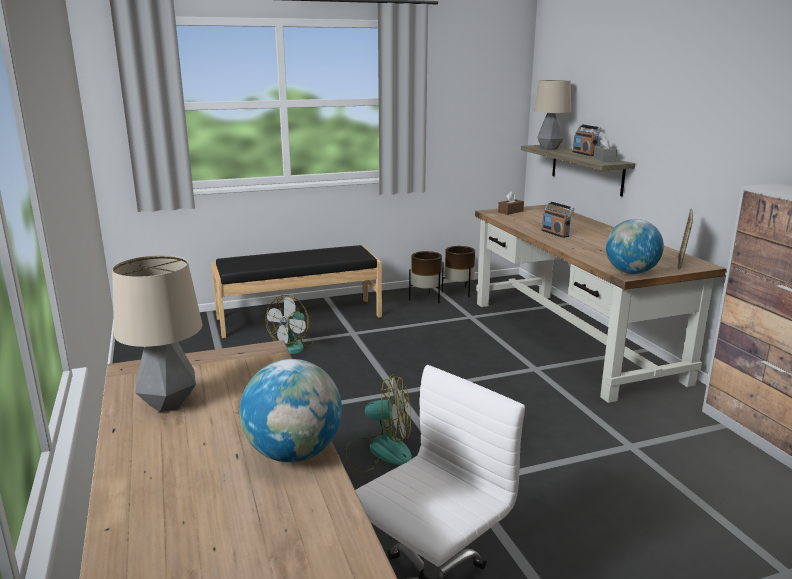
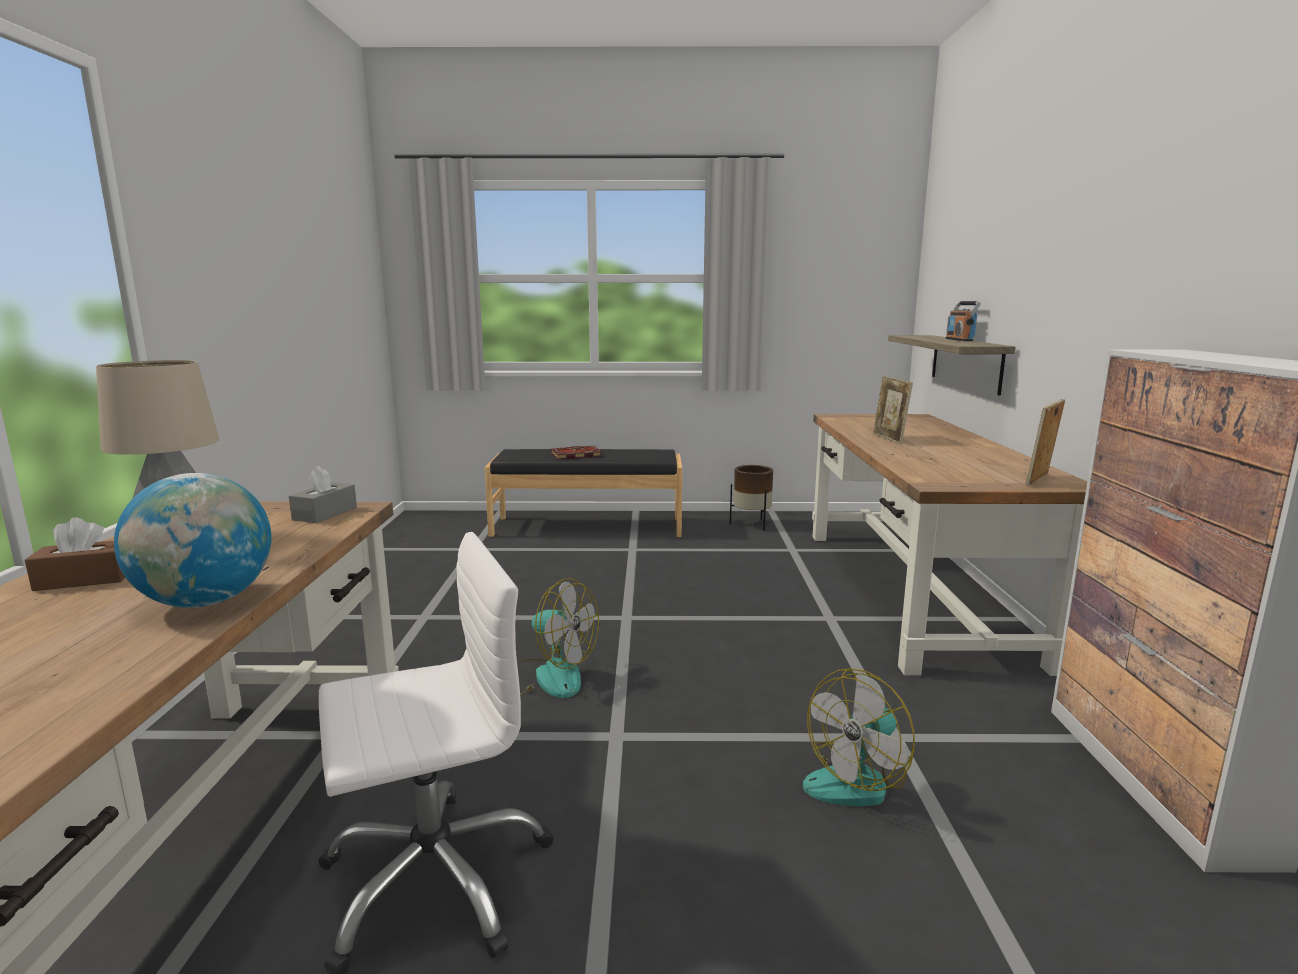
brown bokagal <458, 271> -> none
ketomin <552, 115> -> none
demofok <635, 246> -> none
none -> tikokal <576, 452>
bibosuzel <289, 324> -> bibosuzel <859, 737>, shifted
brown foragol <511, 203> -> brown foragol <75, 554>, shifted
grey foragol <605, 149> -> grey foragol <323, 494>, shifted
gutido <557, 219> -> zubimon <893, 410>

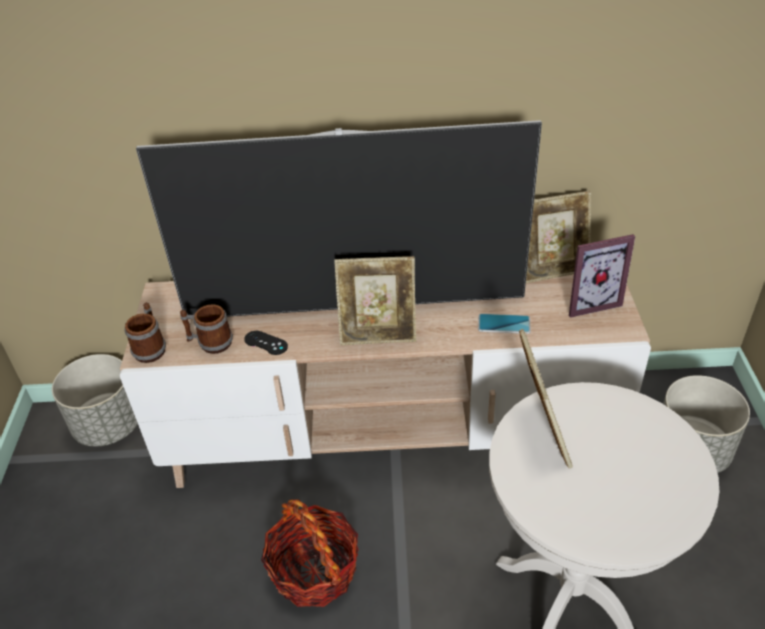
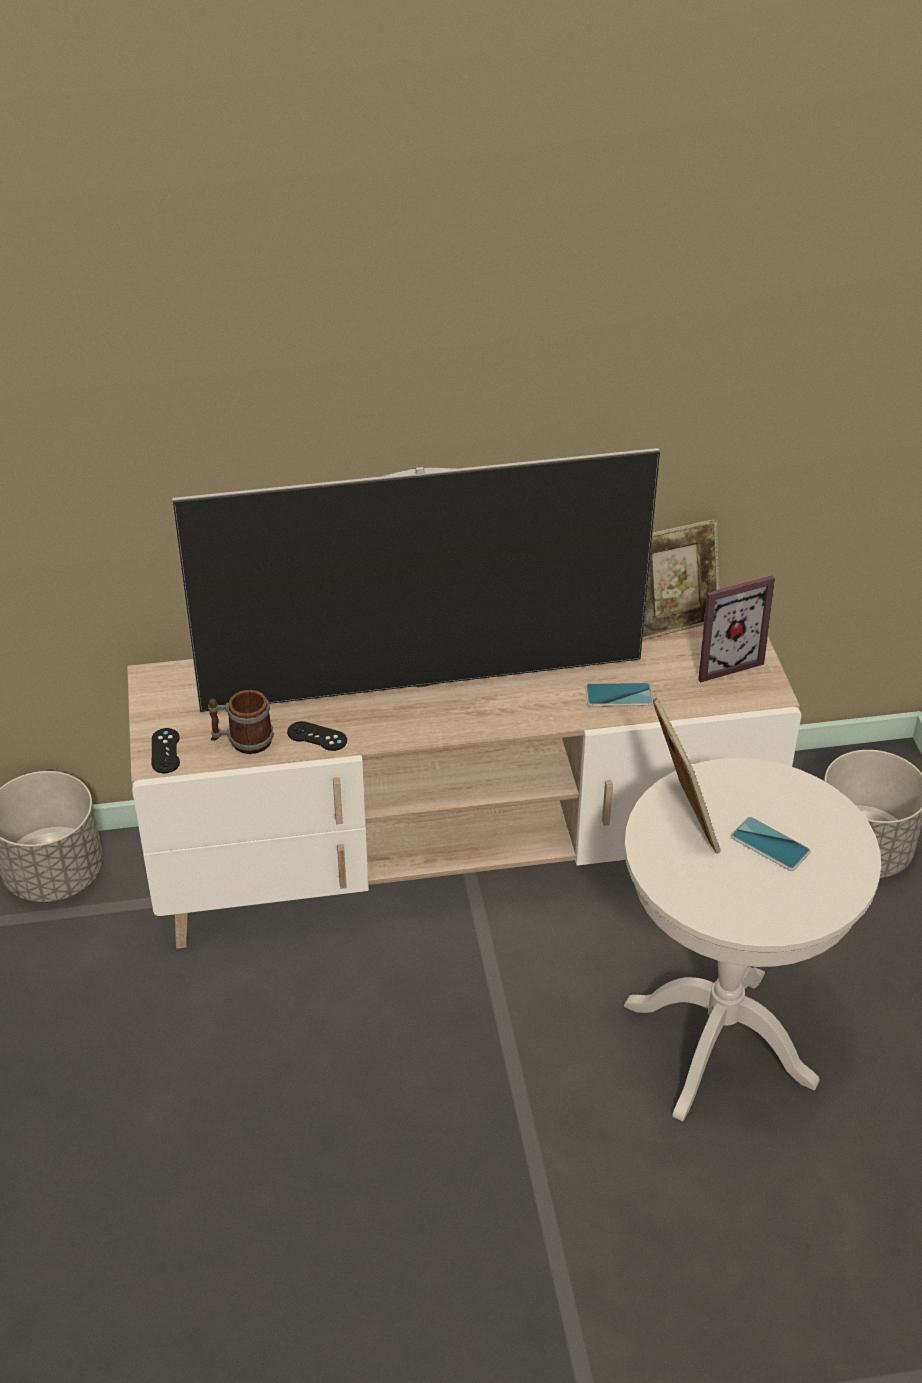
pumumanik <310, 553> -> none
zubimon <375, 300> -> none
none -> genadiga <771, 844>
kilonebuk <145, 332> -> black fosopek <166, 750>

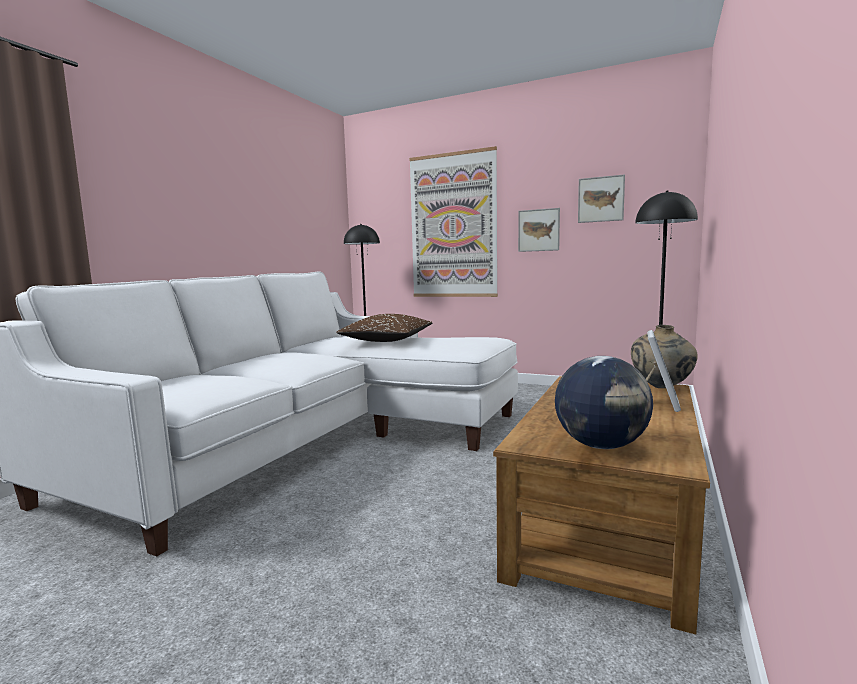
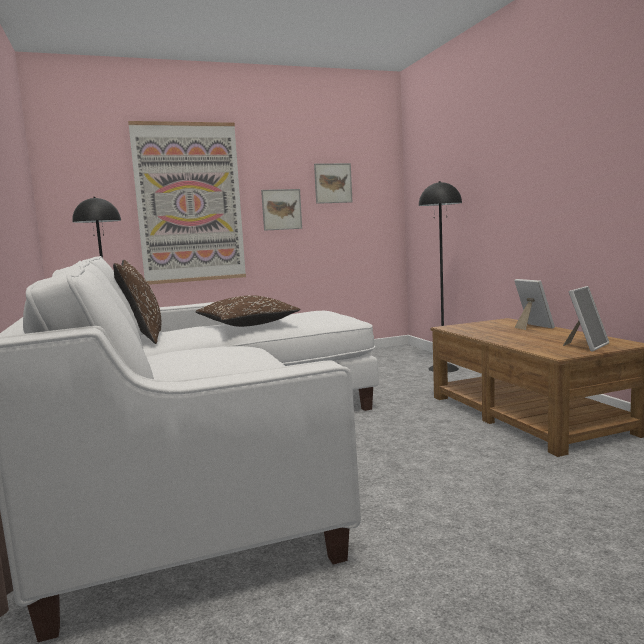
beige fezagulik <664, 356> -> none
none -> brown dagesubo <137, 302>
demofok <604, 402> -> zubimon <586, 319>

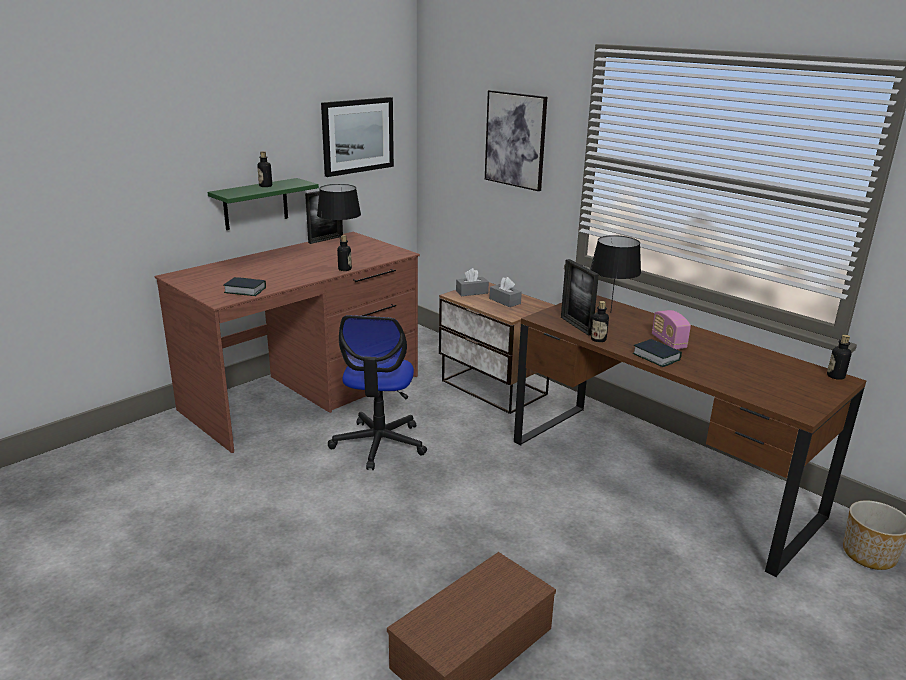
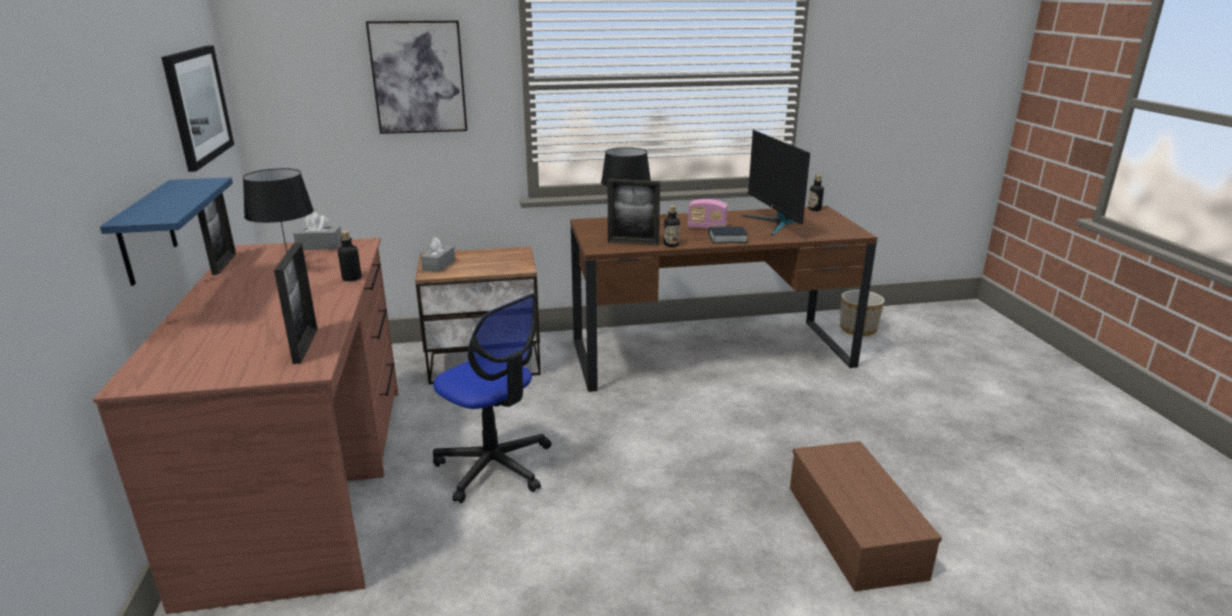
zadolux <264, 169> -> none
none -> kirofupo <776, 182>
grey foragol <505, 292> -> grey foragol <317, 231>, shifted
tikokal <245, 286> -> zubimon <295, 303>
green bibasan <263, 204> -> blue bibasan <166, 231>

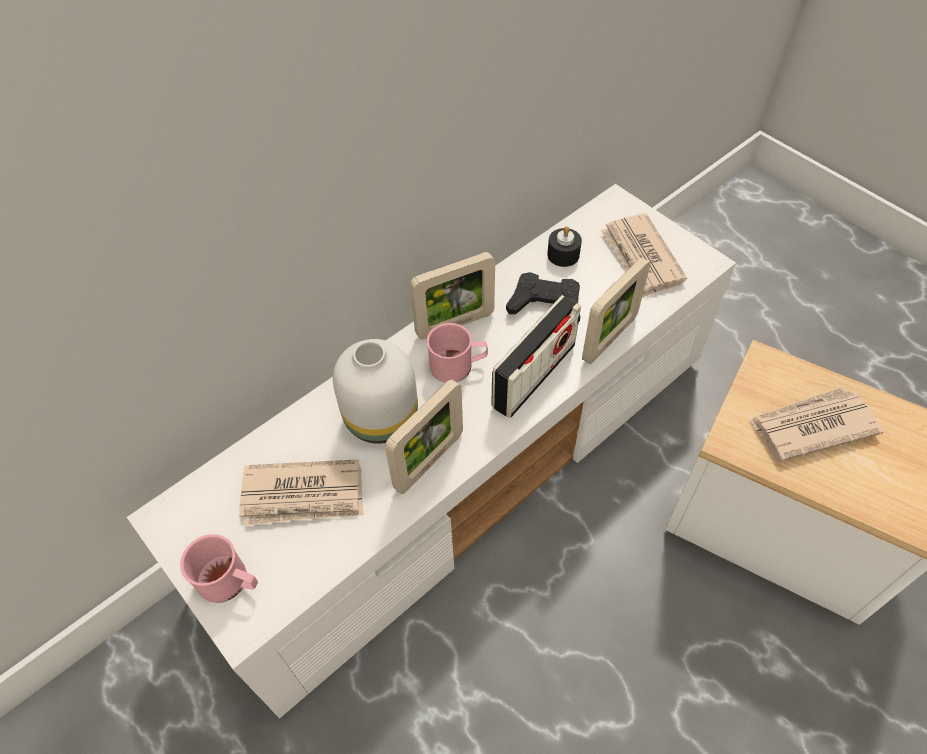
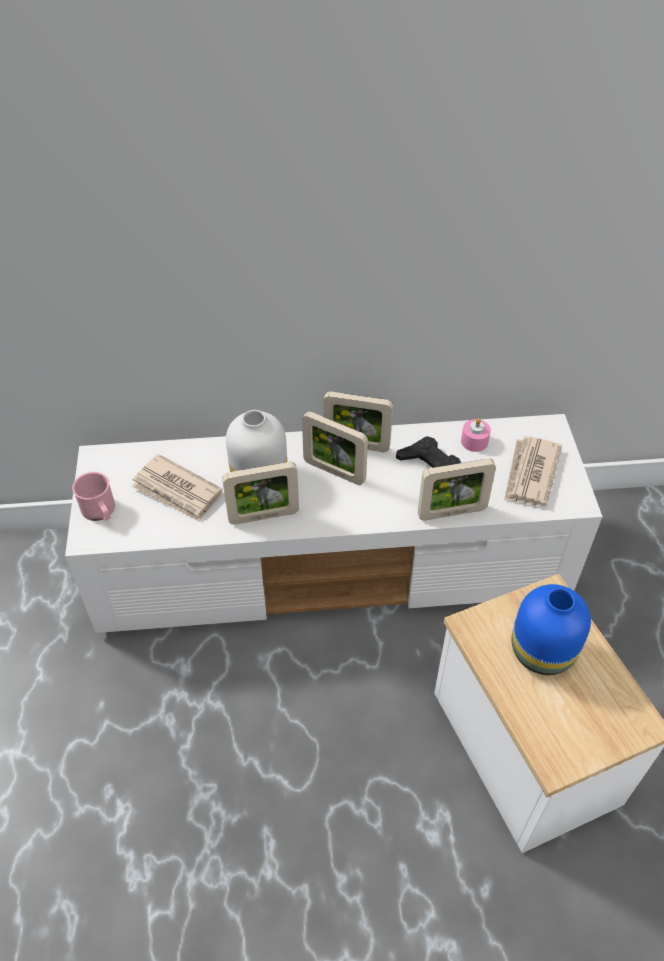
gutido <536, 356> -> none
pink kilonebuk <457, 353> -> zubimon <335, 448>
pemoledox <816, 424> -> blue fezagulik <551, 629>
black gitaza <564, 246> -> pink gitaza <476, 435>

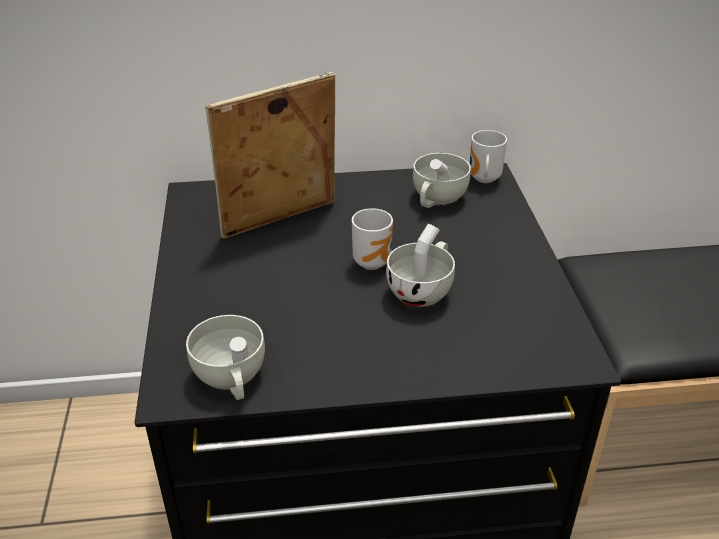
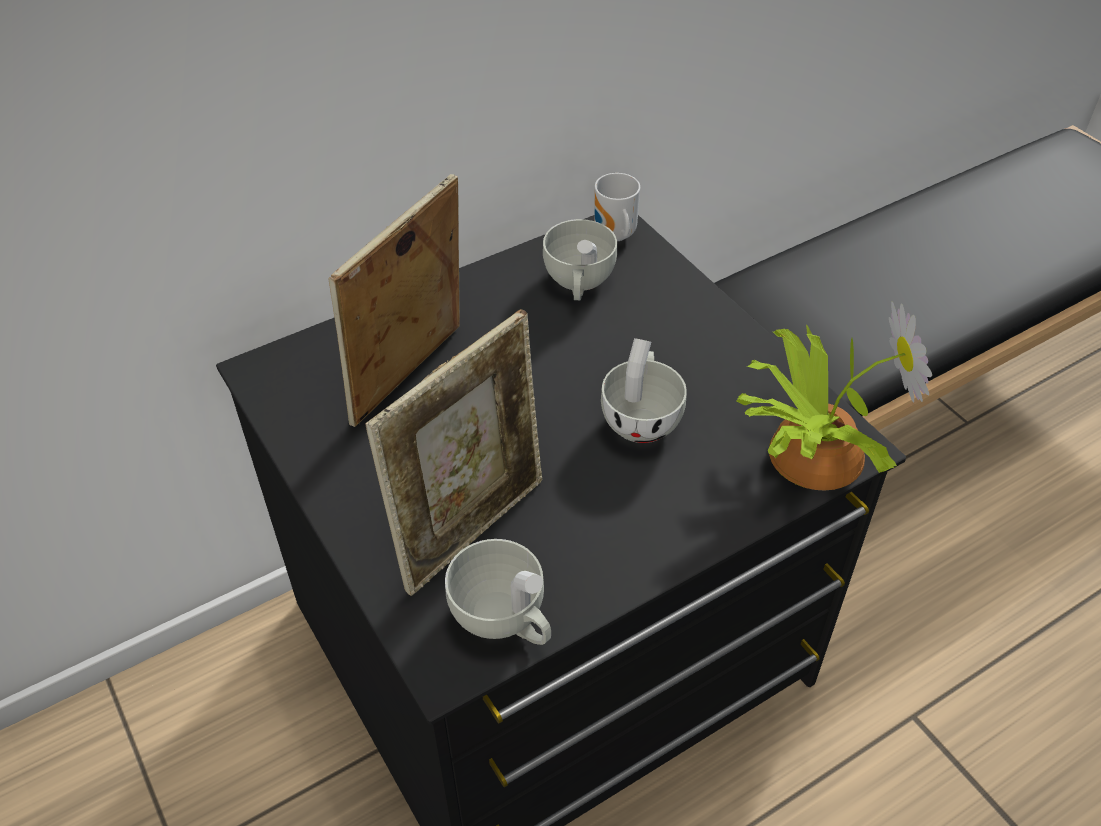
kilonebuk <372, 239> -> none
none -> zubimon <453, 452>
none -> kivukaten <834, 396>

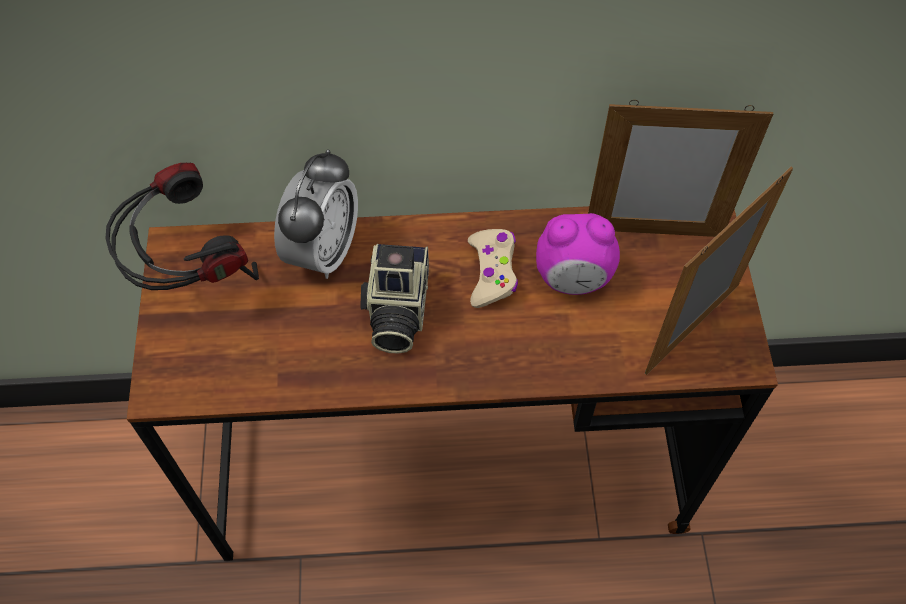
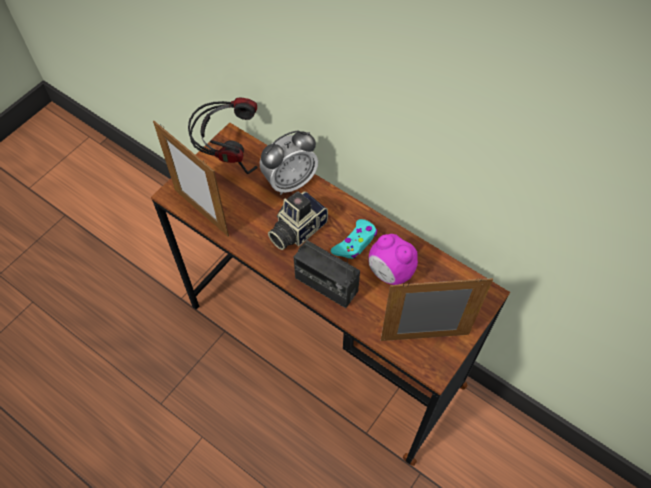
none -> gutido <327, 274>
zubimon <680, 168> -> zubimon <191, 179>, shifted
beige fosopek <493, 268> -> turquoise fosopek <354, 239>

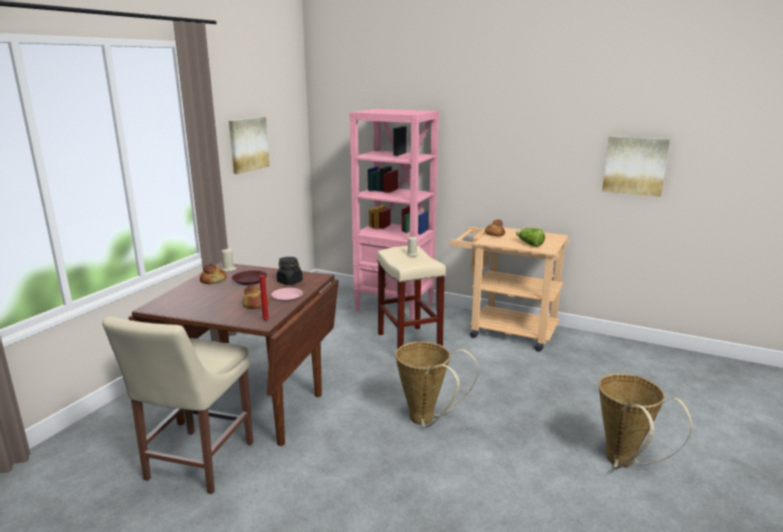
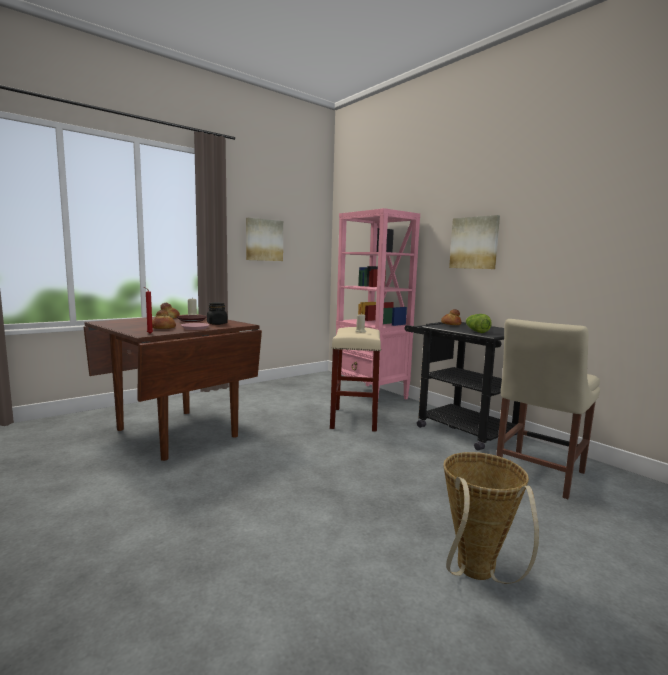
pumumanik <437, 384> -> none
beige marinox <177, 405> -> beige marinox <548, 409>, shifted
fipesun <636, 166> -> fipesun <474, 242>, shifted
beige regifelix <509, 289> -> black regifelix <462, 386>

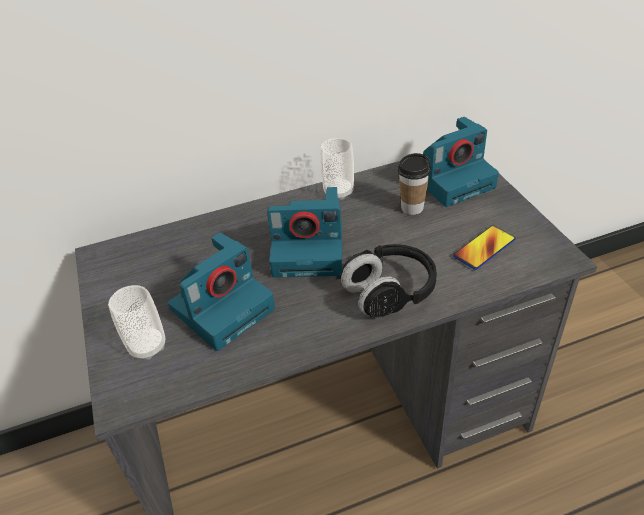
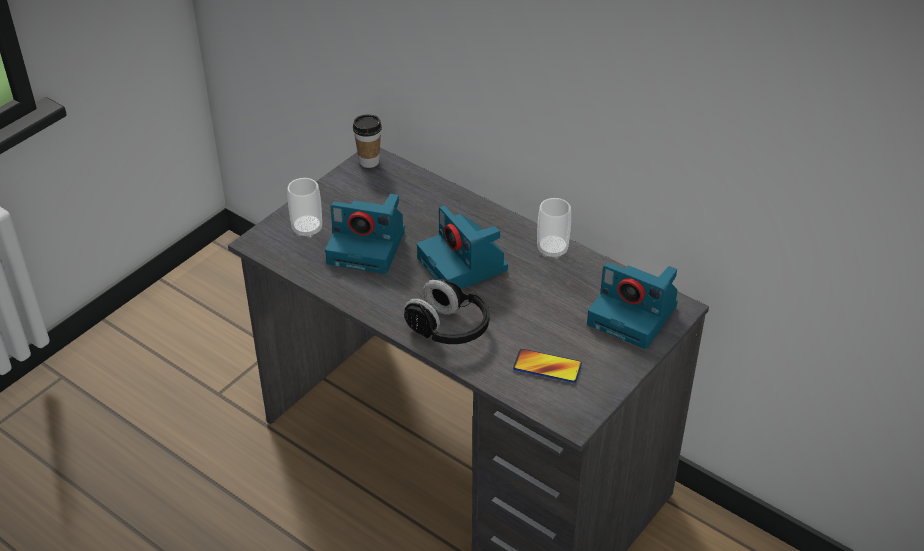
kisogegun <414, 184> -> kisogegun <367, 141>, shifted

